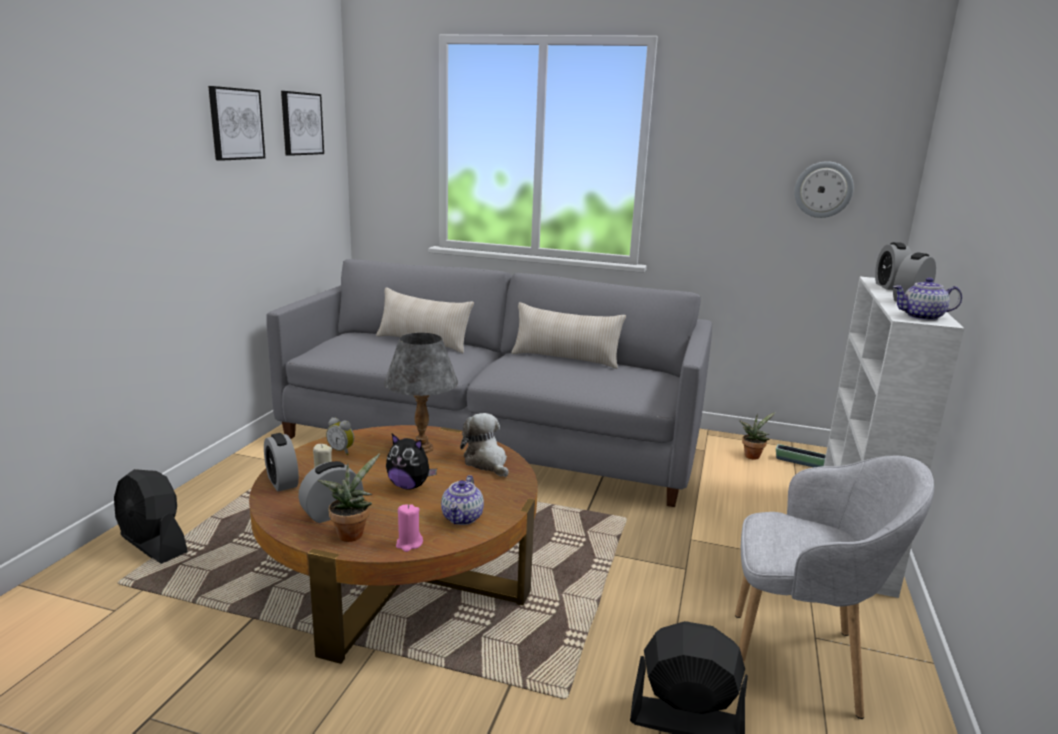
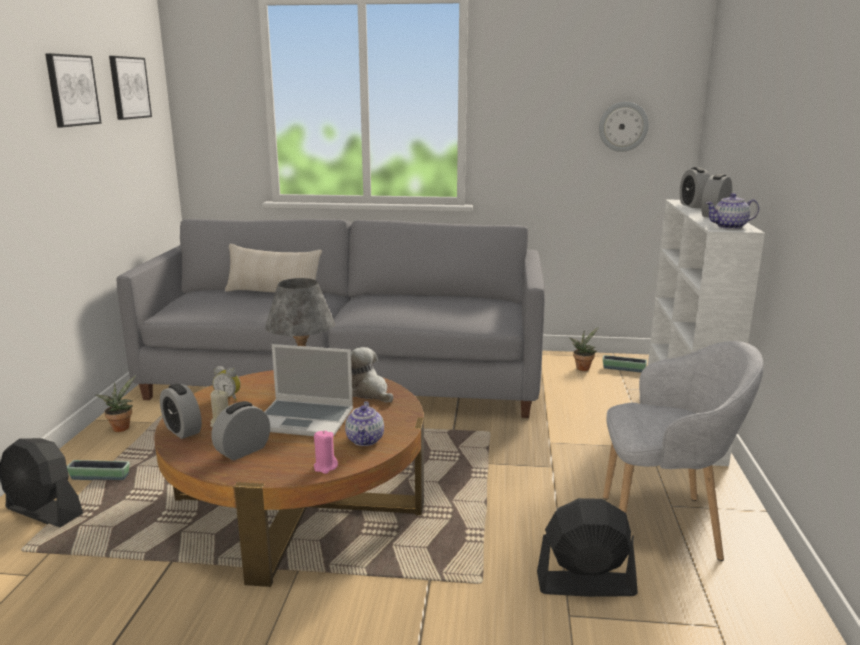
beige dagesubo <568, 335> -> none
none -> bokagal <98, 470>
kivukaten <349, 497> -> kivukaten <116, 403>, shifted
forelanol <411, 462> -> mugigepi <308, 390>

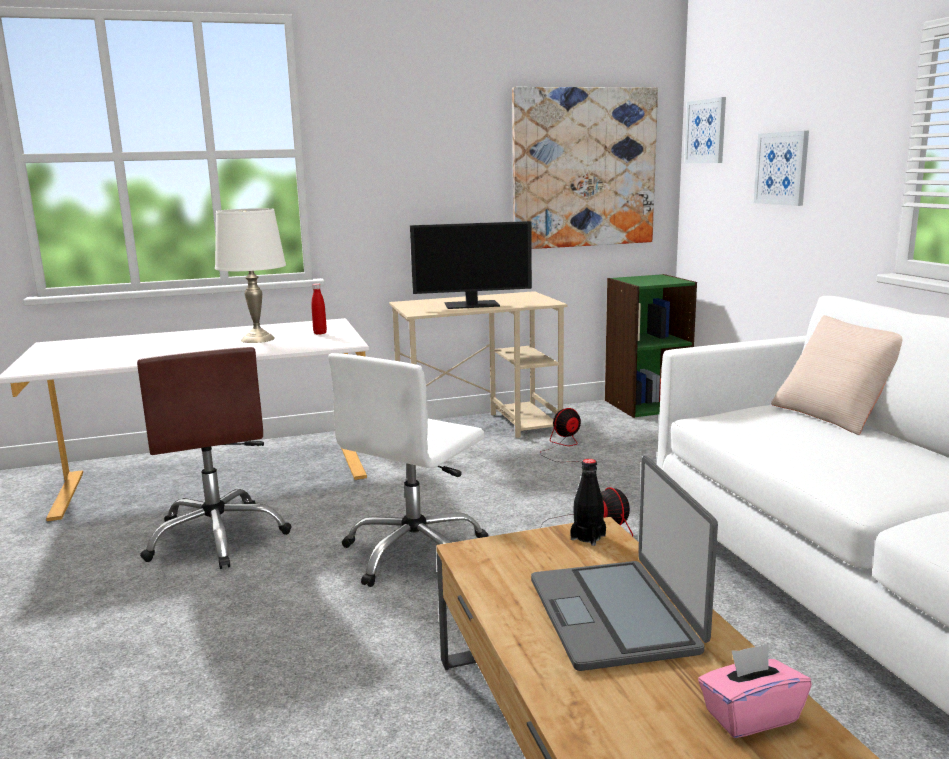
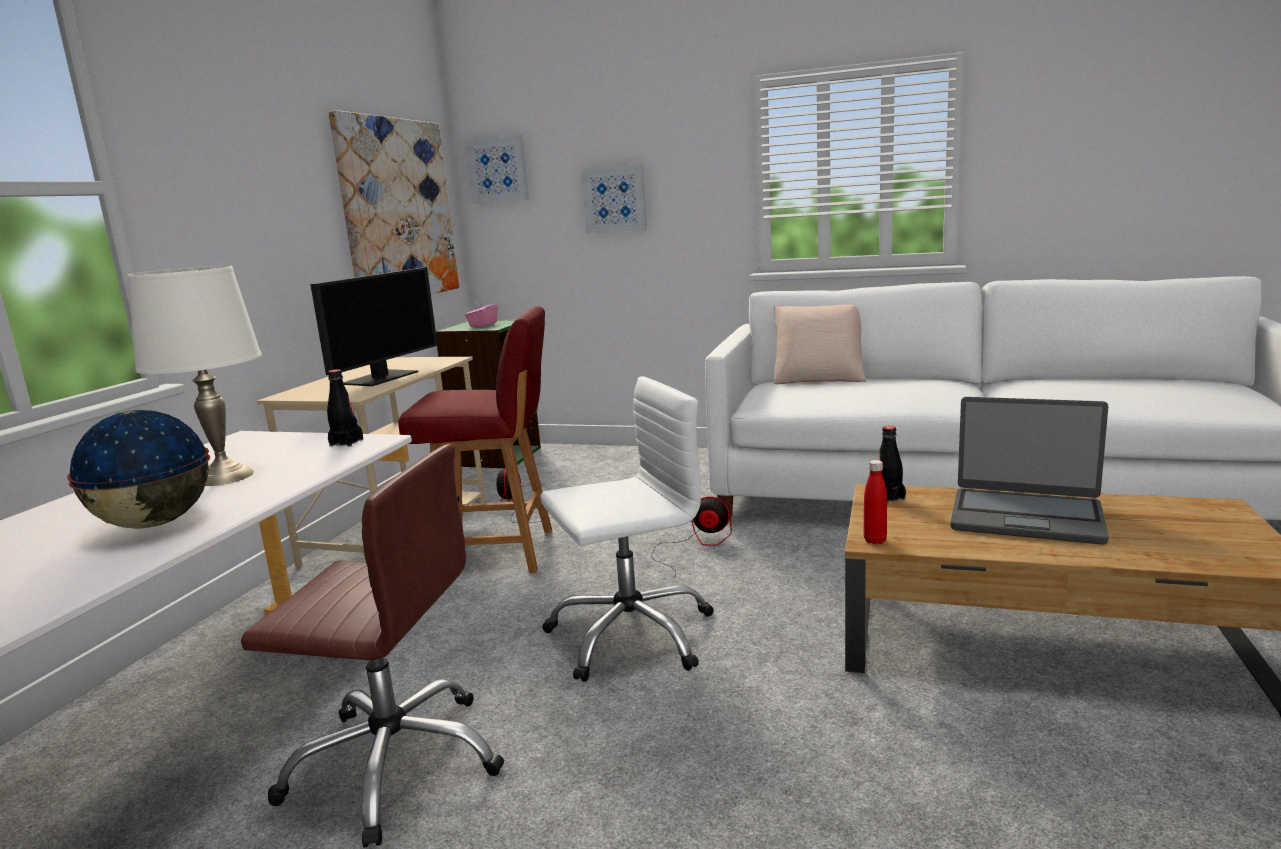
none -> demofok <138, 469>
none -> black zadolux <345, 408>
none -> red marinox <475, 439>
red zadolux <319, 309> -> red zadolux <875, 502>, shifted
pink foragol <755, 691> -> pink foragol <481, 313>, shifted
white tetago <408, 470> -> white tetago <627, 529>, 90 degrees counterclockwise

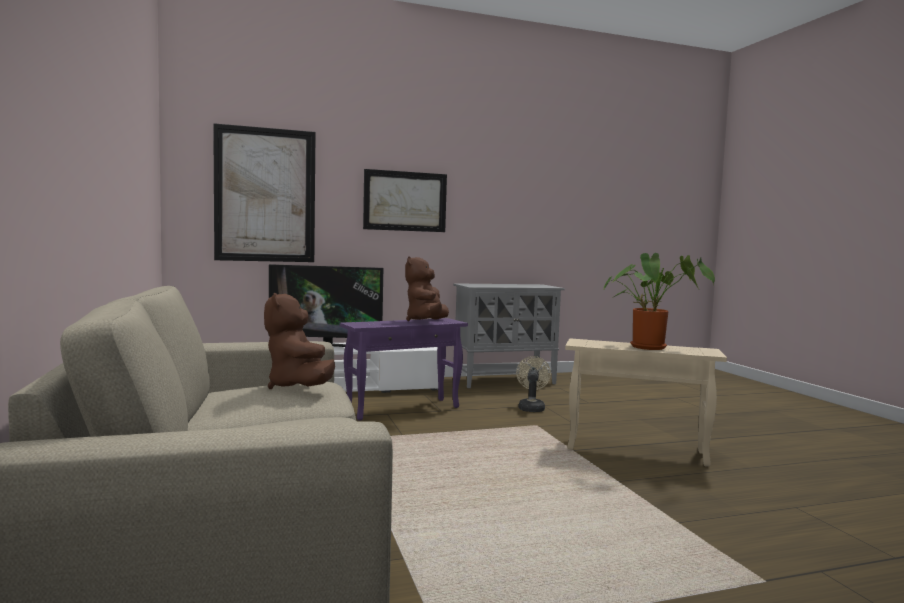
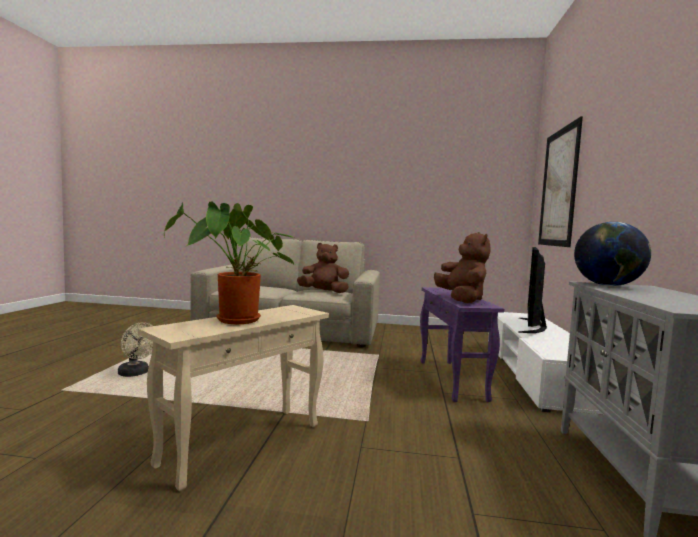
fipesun <405, 200> -> none
none -> demofok <612, 254>
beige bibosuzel <533, 384> -> beige bibosuzel <135, 349>, shifted
brown forelanol <427, 288> -> brown forelanol <462, 267>, 45 degrees clockwise

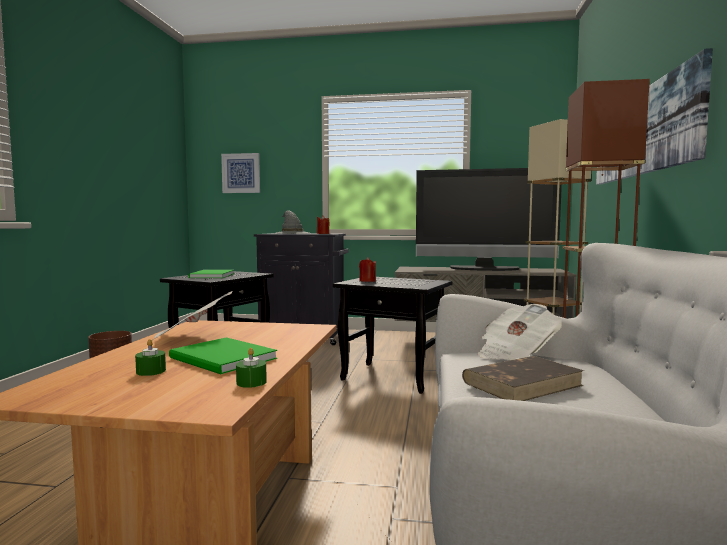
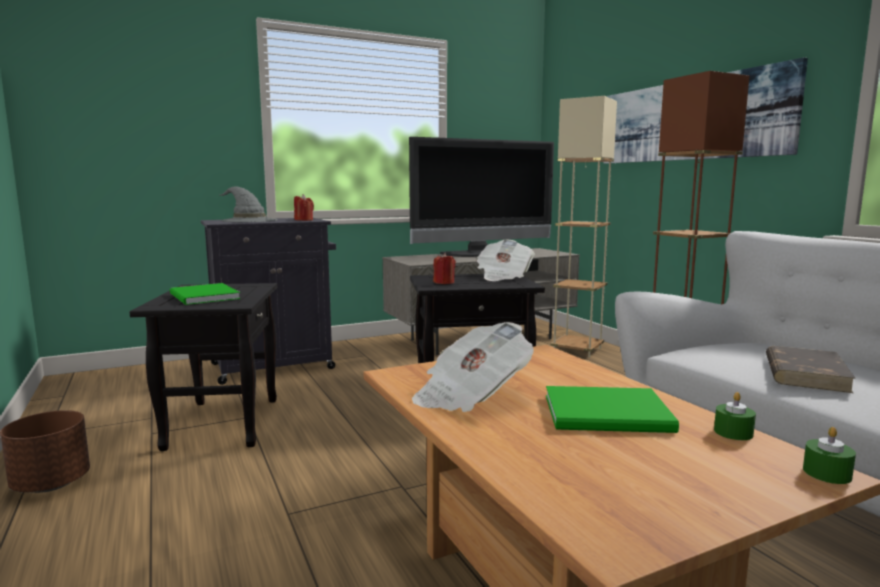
fipesun <240, 173> -> none
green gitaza <150, 357> -> green gitaza <829, 455>, shifted
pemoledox <520, 332> -> pemoledox <505, 260>, shifted

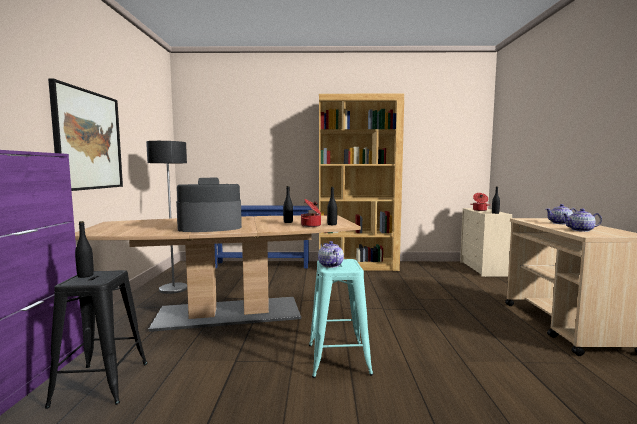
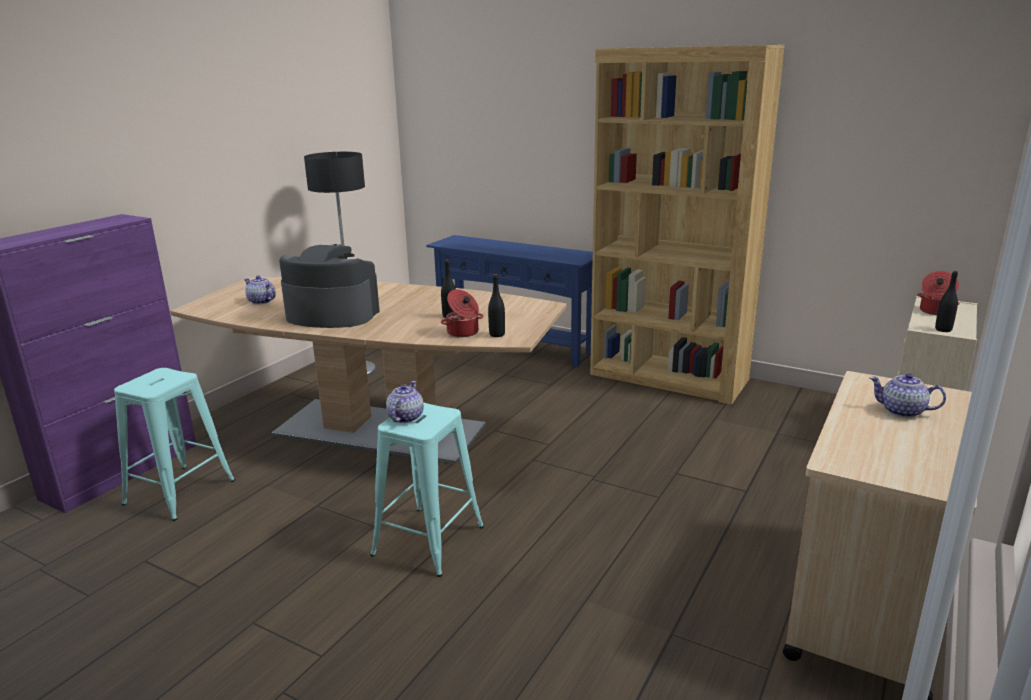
fipesun <85, 135> -> none
black zadolux <84, 249> -> none
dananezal <582, 220> -> dananezal <260, 290>, shifted
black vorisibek <96, 339> -> turquoise vorisibek <174, 444>

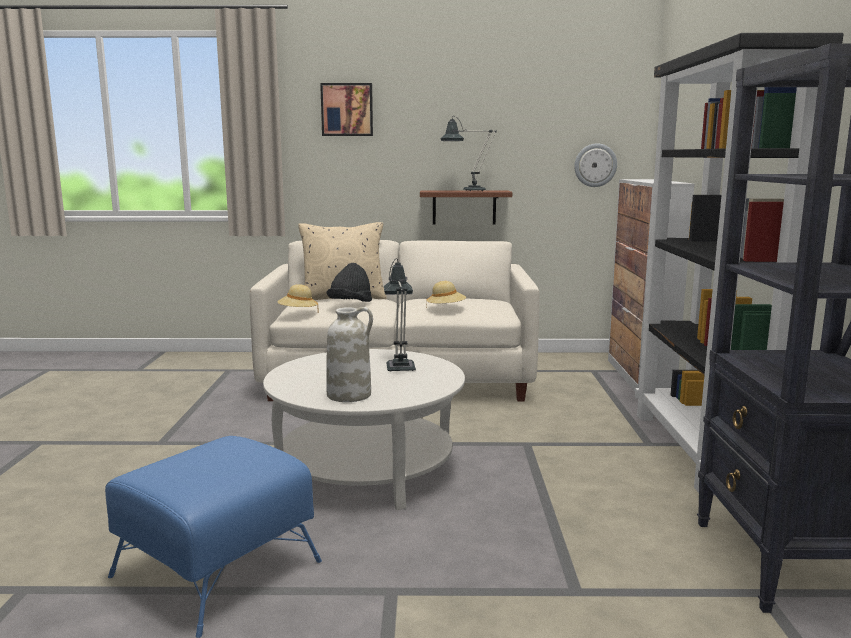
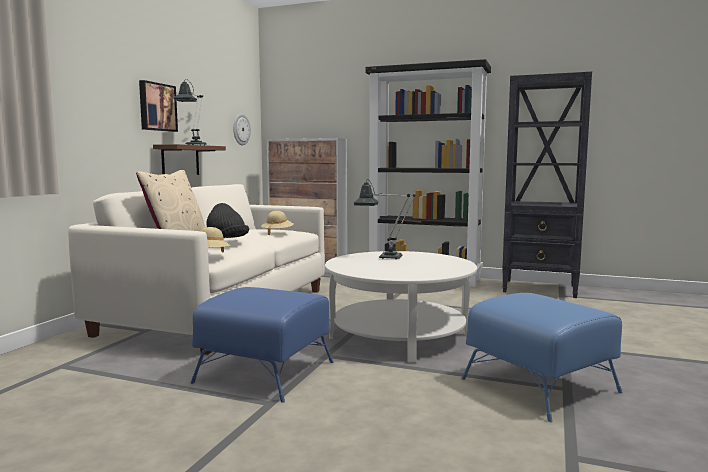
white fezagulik <349, 354> -> none
none -> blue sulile <262, 345>
fipesun <346, 109> -> fipesun <158, 106>, shifted

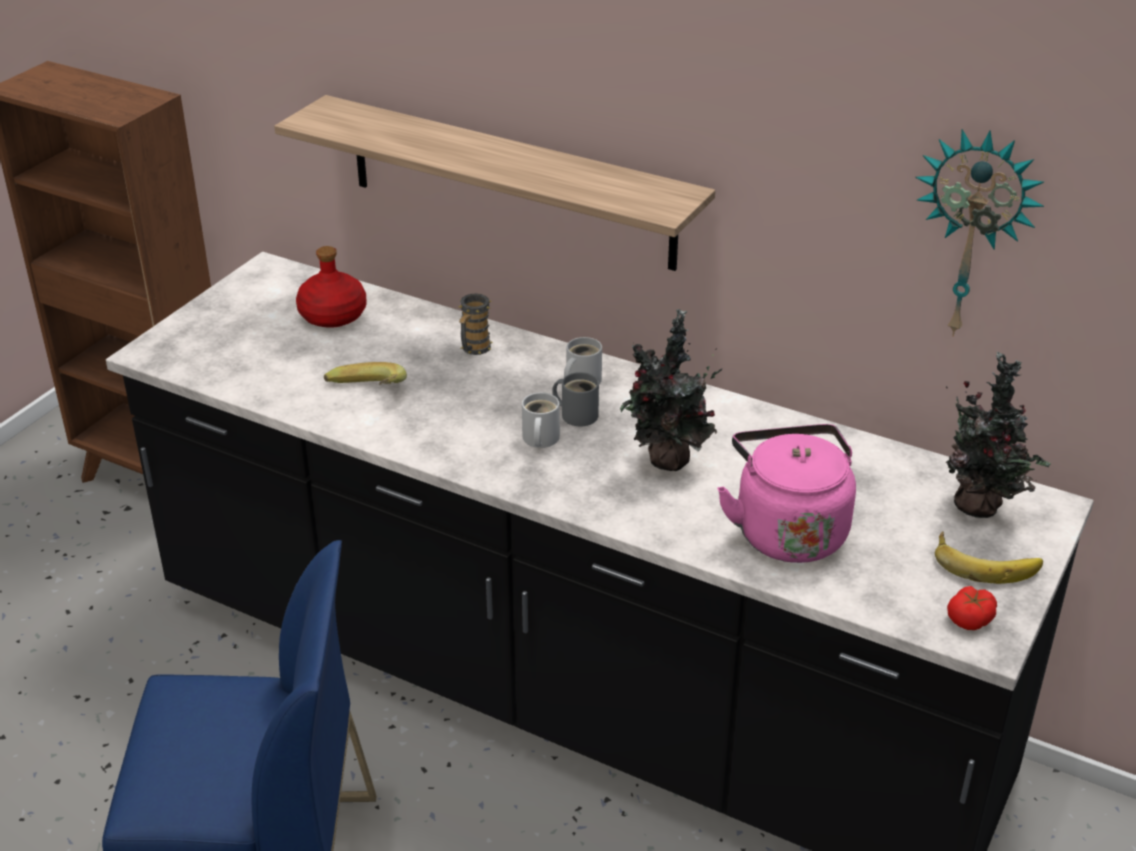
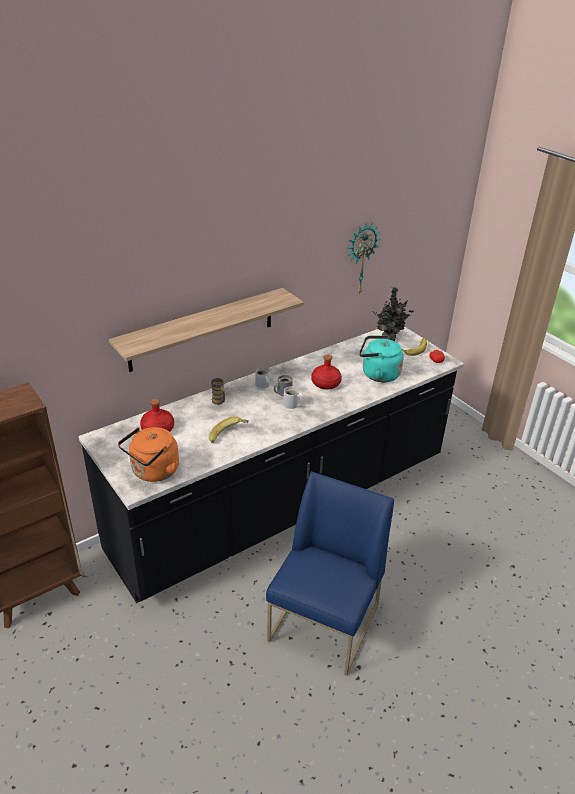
none -> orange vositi <148, 454>
kivukaten <671, 390> -> red zadolux <326, 372>
pink vositi <786, 493> -> turquoise vositi <381, 358>

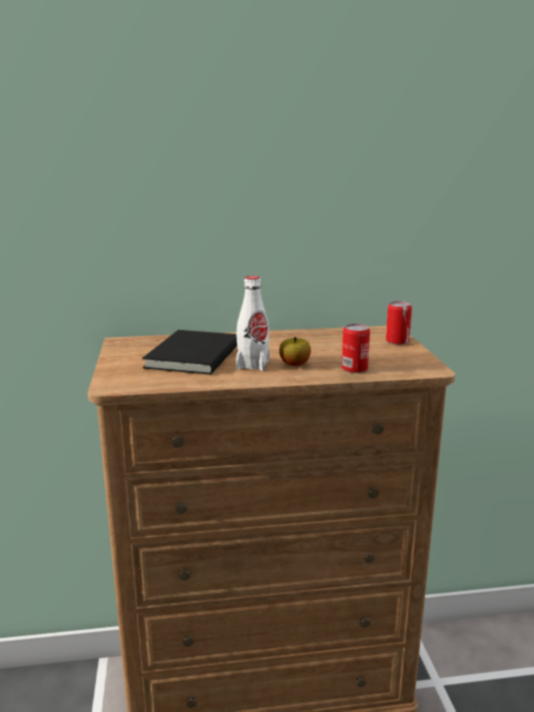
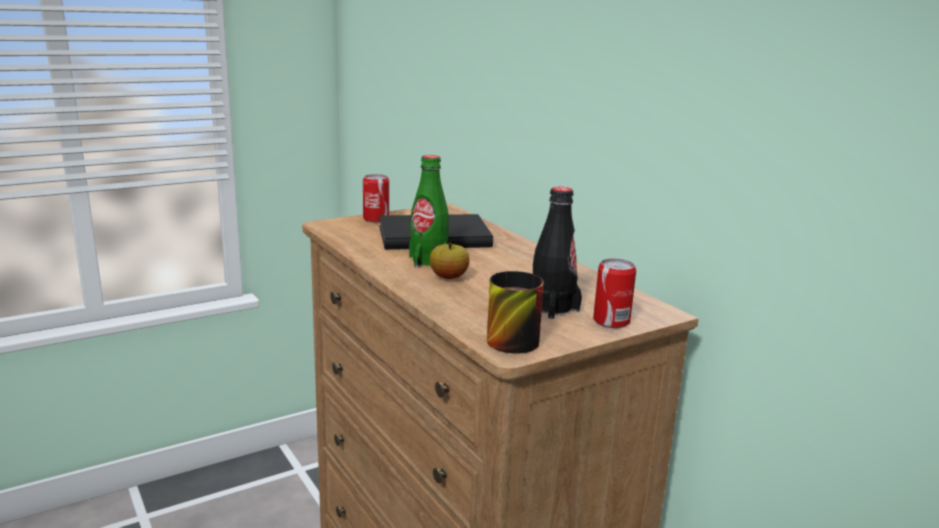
none -> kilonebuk <515, 312>
none -> black zadolux <557, 253>
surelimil <356, 348> -> surelimil <376, 198>, shifted
white zadolux <253, 323> -> green zadolux <429, 211>

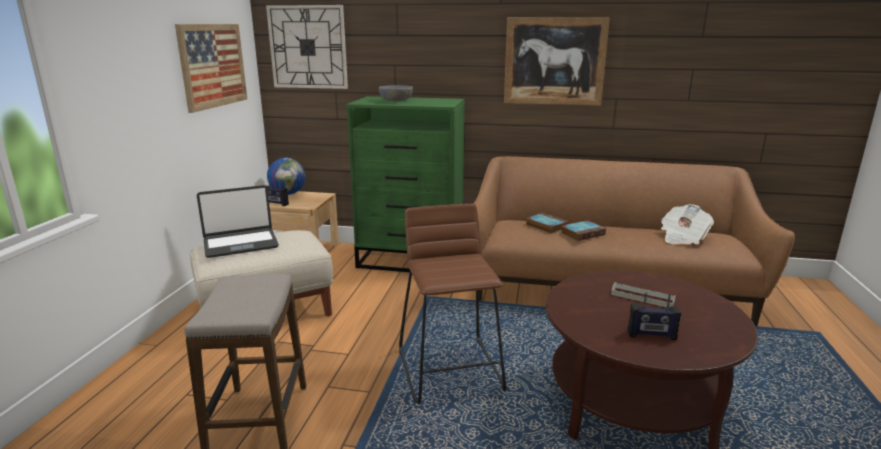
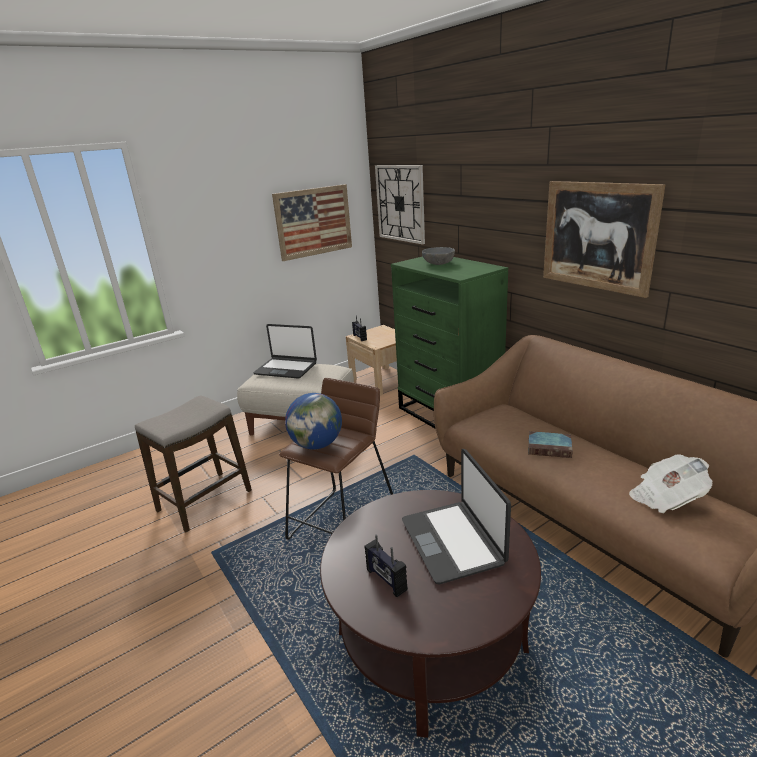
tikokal <547, 223> -> none
demofok <286, 176> -> demofok <313, 421>, shifted
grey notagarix <643, 294> -> mugigepi <456, 516>

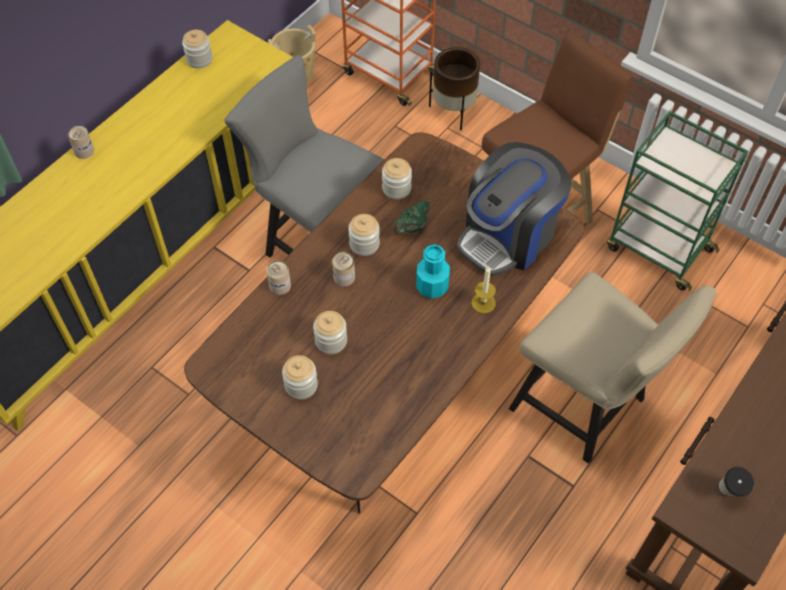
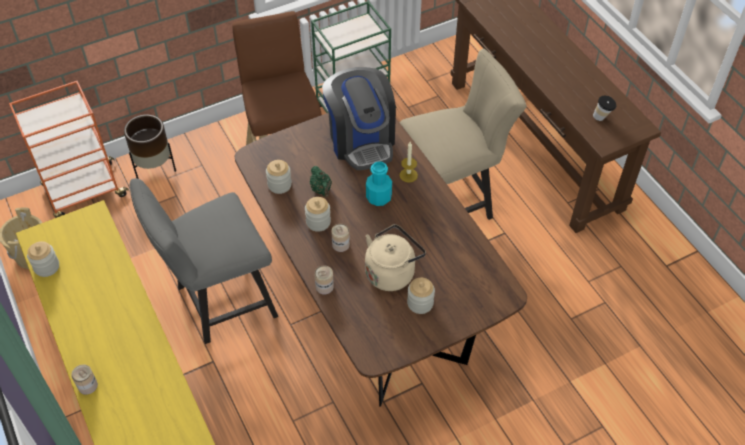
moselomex <330, 332> -> beige vositi <395, 257>

